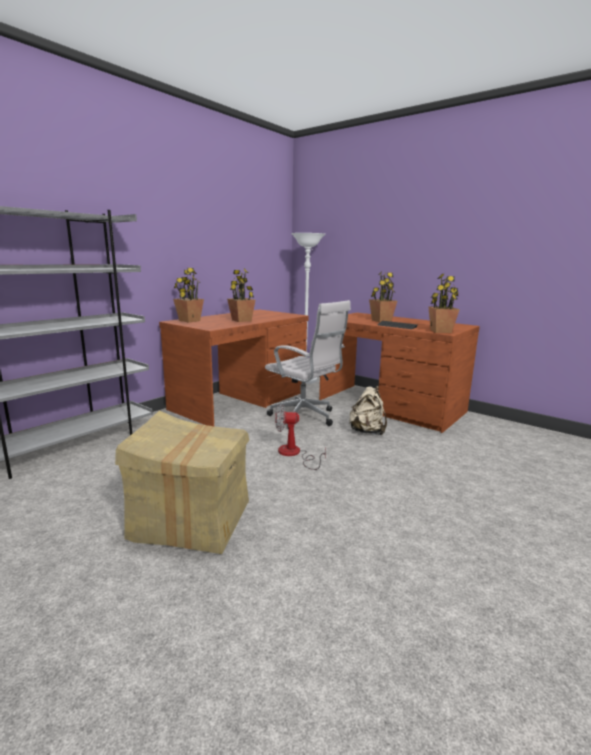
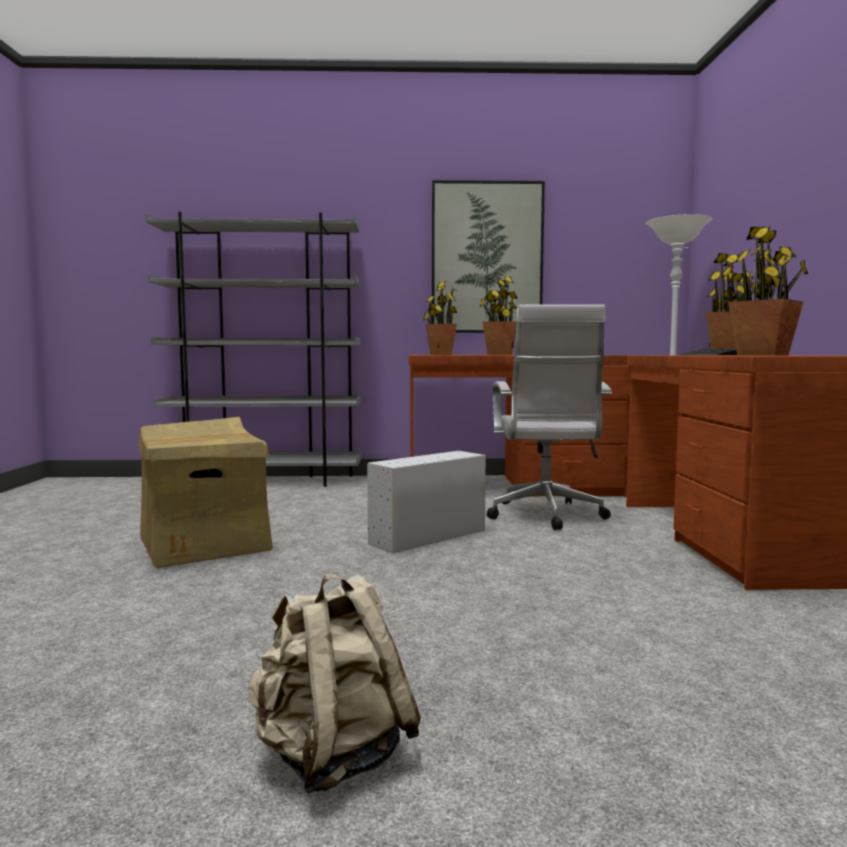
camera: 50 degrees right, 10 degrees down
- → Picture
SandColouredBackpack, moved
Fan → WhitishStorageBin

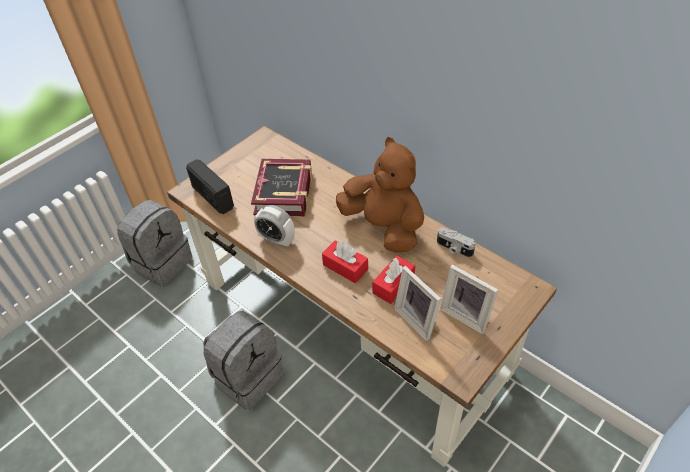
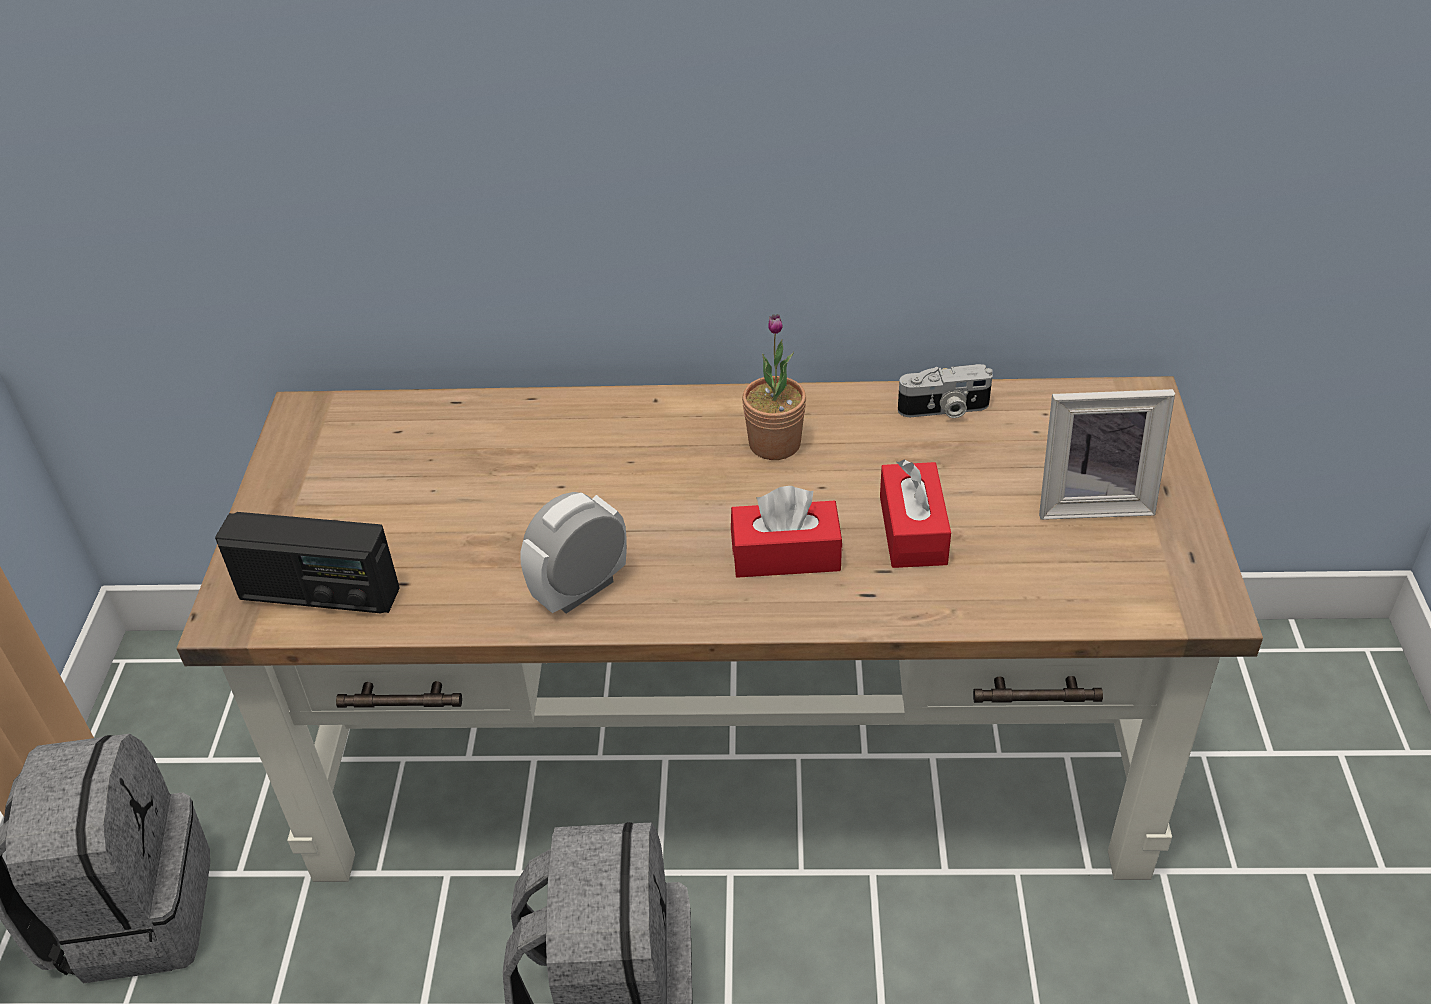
camera: 40 degrees left, 5 degrees down
Book → -
PhotoFrame (1st from left) → -
BrownColouredSoftToy → Houseplant
AlarmClock, 150 degrees clockwise

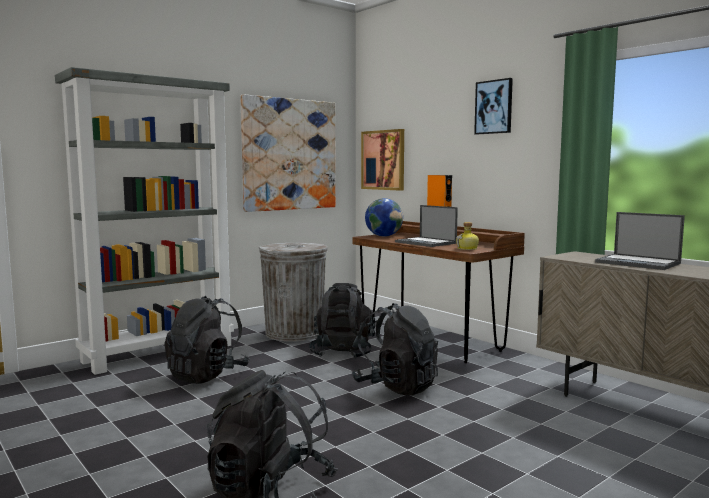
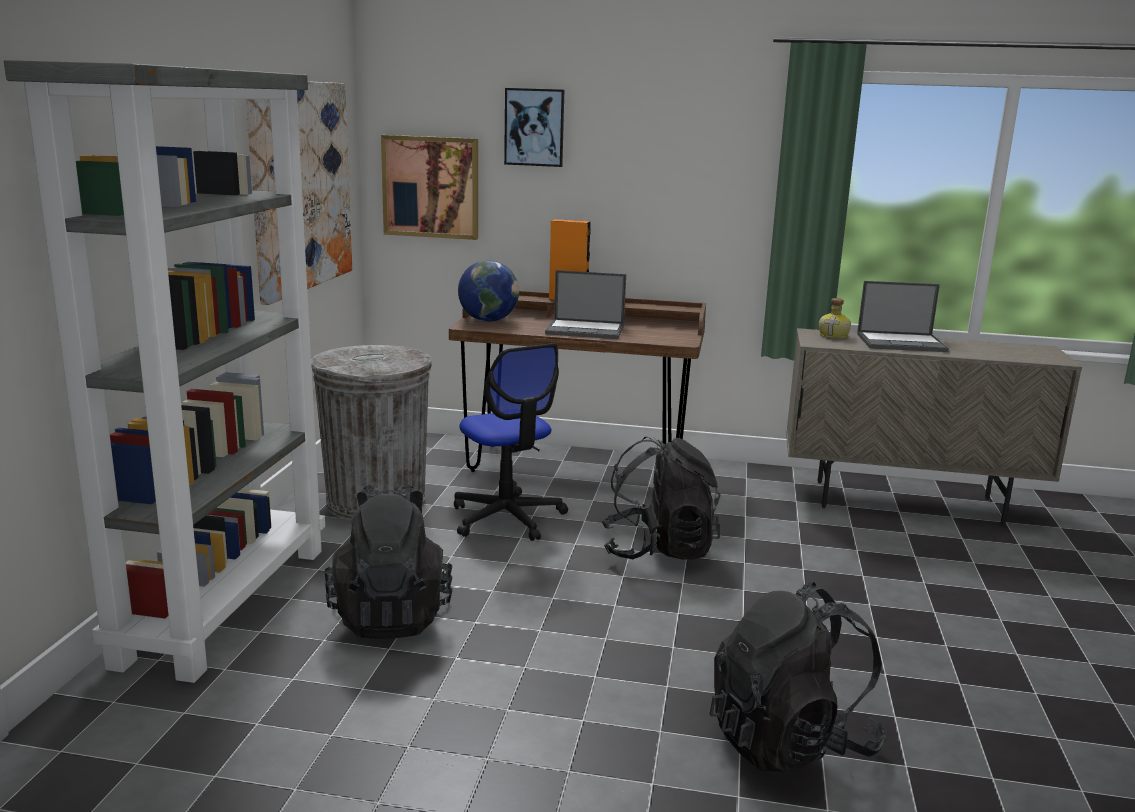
camera: 40 degrees left, 10 degrees up
DrinkBottle, moved
Picture (3rd from left), moved
BlackBackpack (3rd from left) → DeskChair

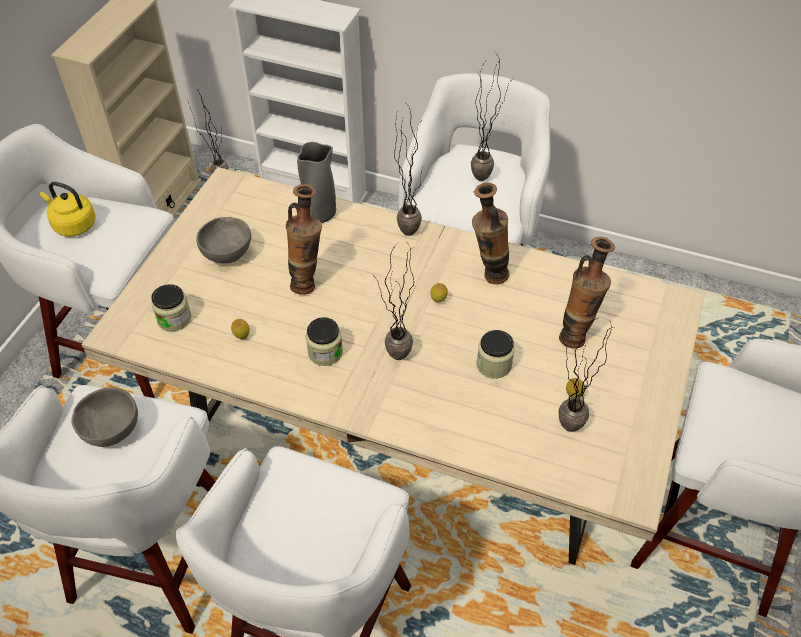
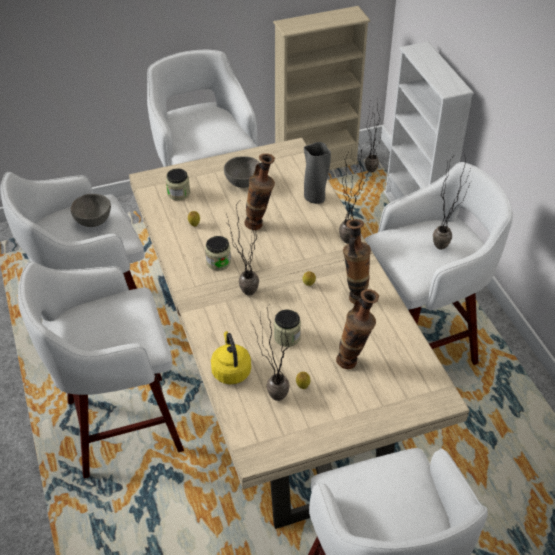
camera: 50 degrees right, 5 degrees down
YellowishTeaKettle, moved

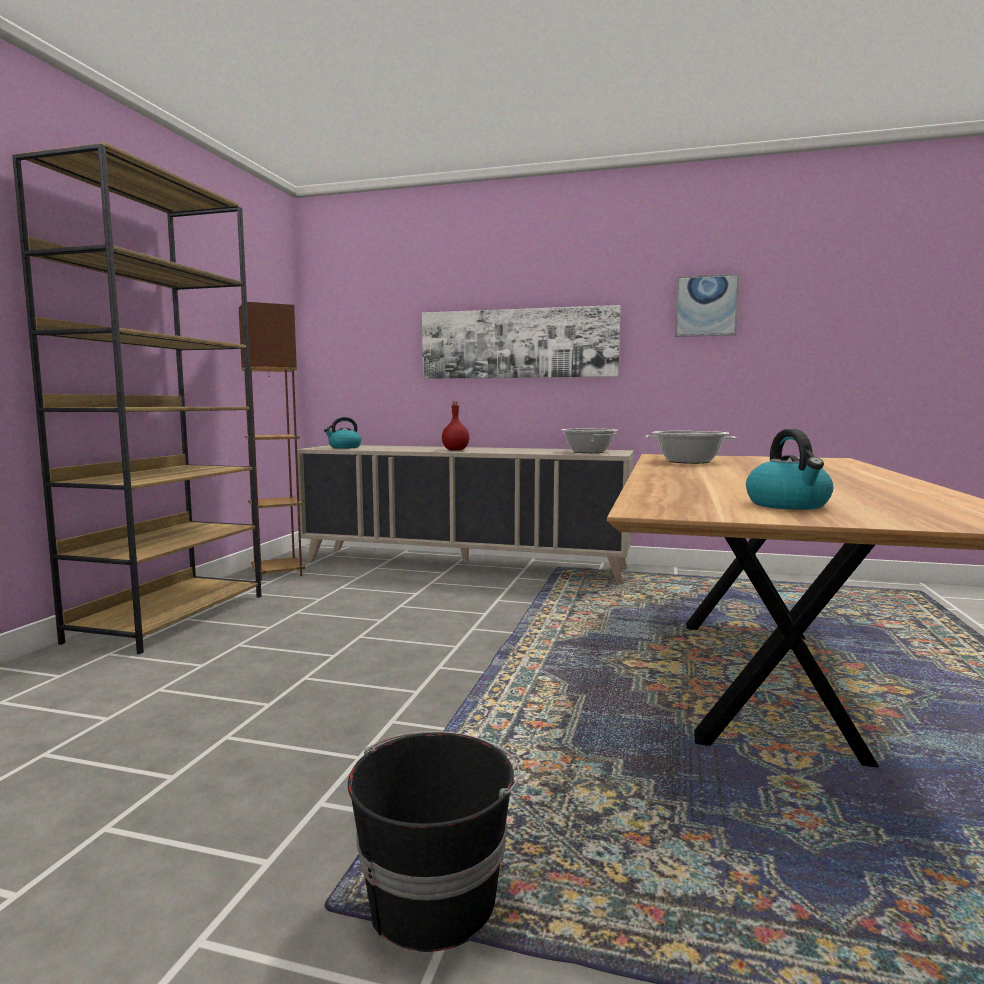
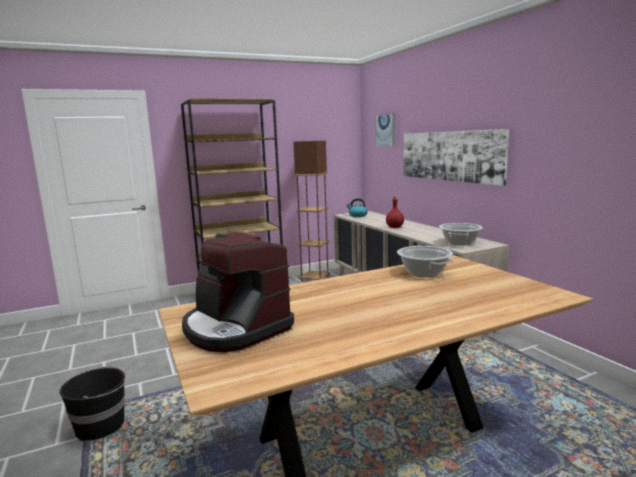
camera: 50 degrees right, 5 degrees up
Picture (2nd from left in the first image) → Picture (1st from left), moved
TeaKettle (2nd from left) → CoffeeBrewer

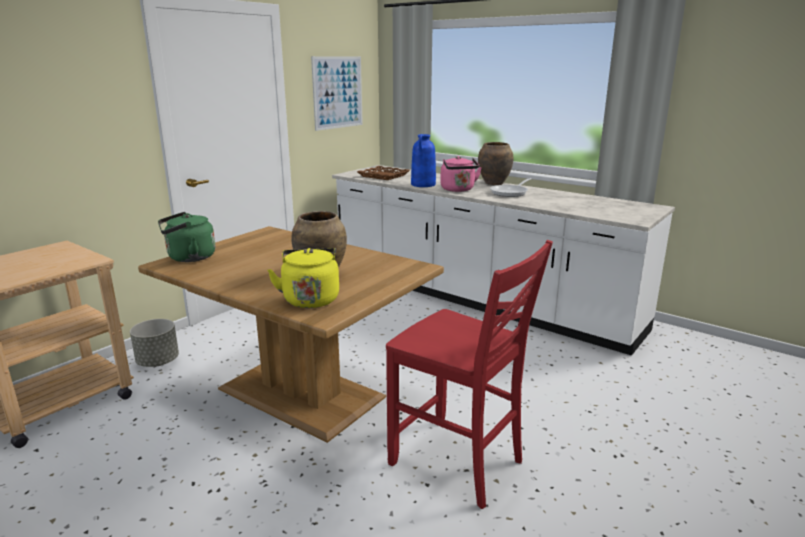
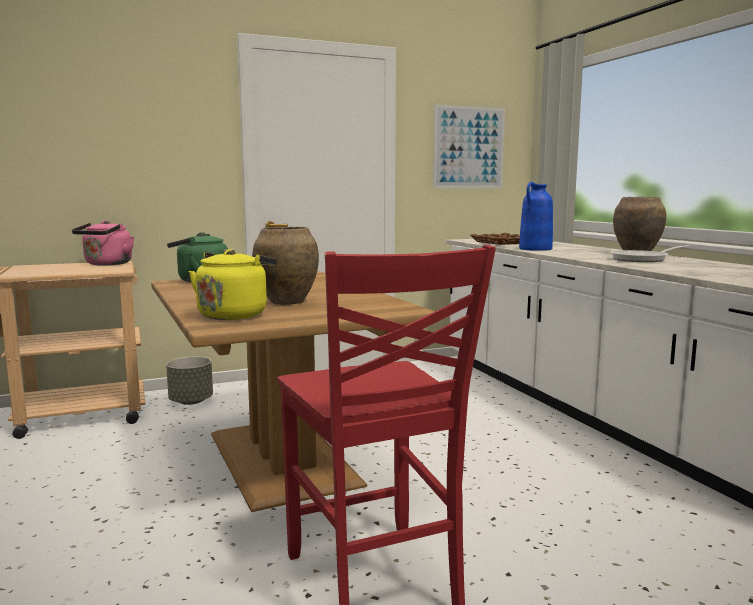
camera: 30 degrees right, 10 degrees down
PinkColouredTeaKettle, moved

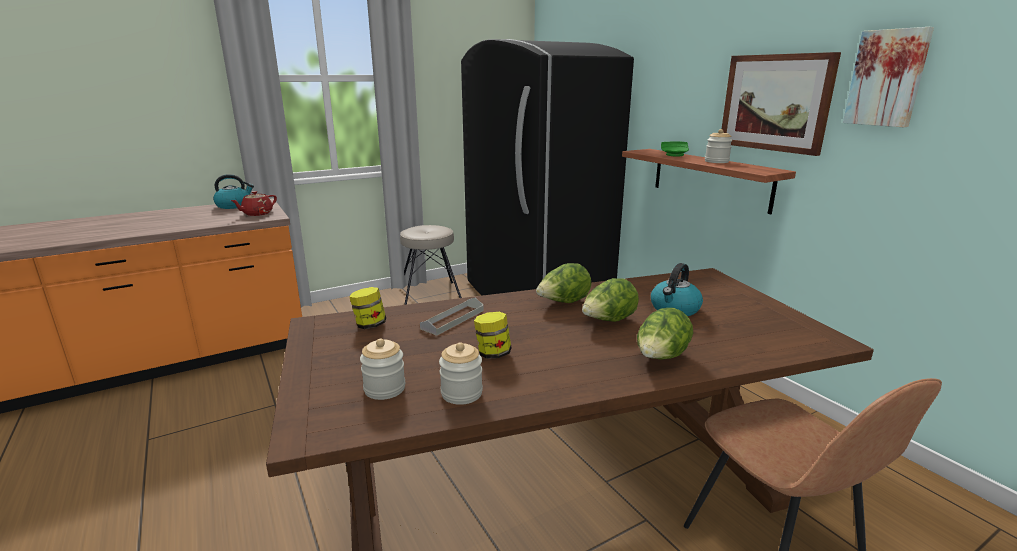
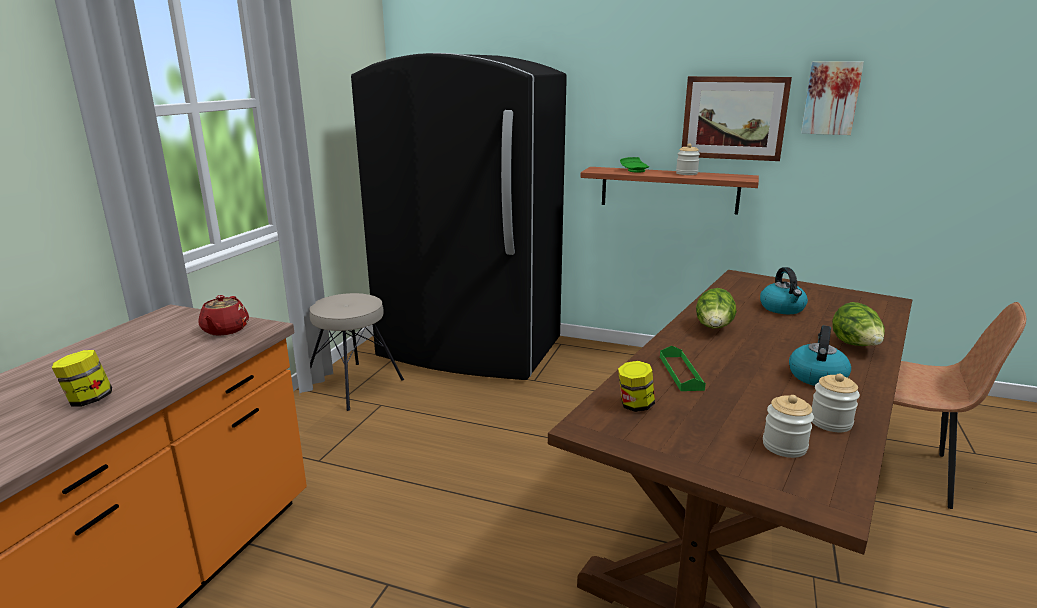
camera: 40 degrees left, 0 degrees up
HeadOfLettuce (2nd from left) → -
TeaKettle (1st from left in the first image) → TeaKettle (2nd from left), moved
StorageJar (4th from left in the first image) → StorageJar (1st from left), moved
GreyServingTray → GreenColouredServingTray

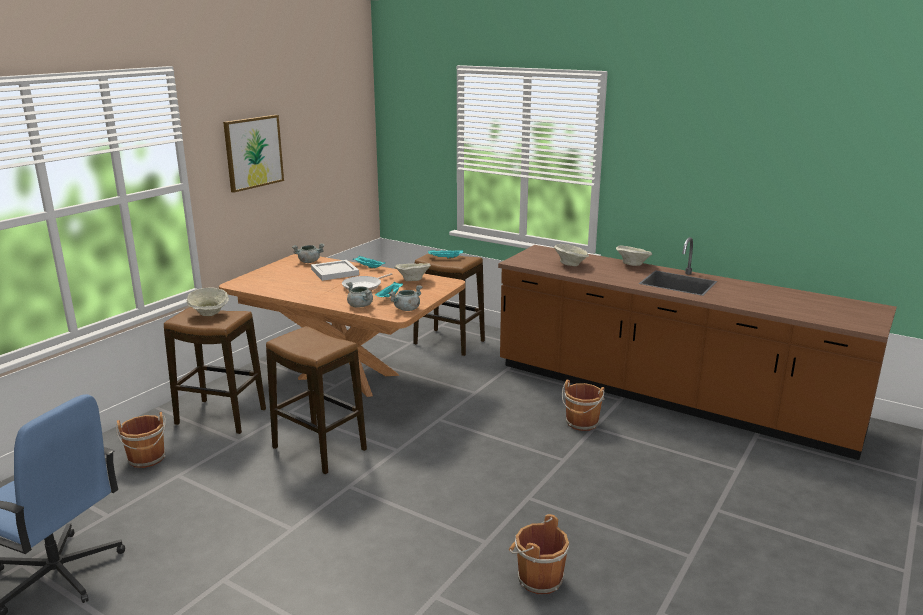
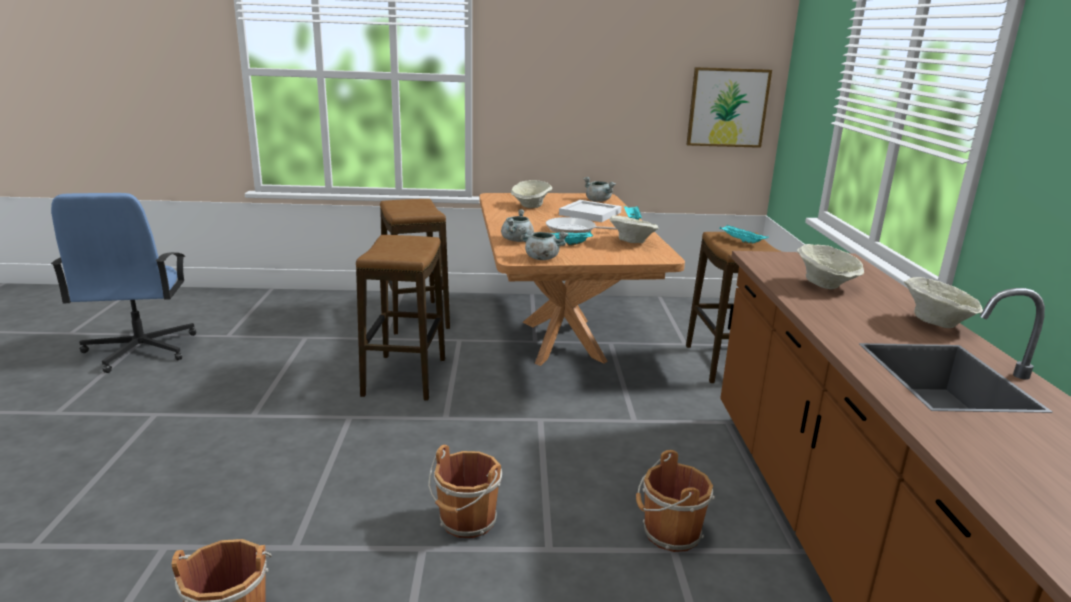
camera: 55 degrees right, 0 degrees up
BrownColouredWaterBucket (1st from left in the first image) → BrownColouredWaterBucket (2nd from left), moved
SandColouredServingBowl (1st from left), moved
Picture, moved

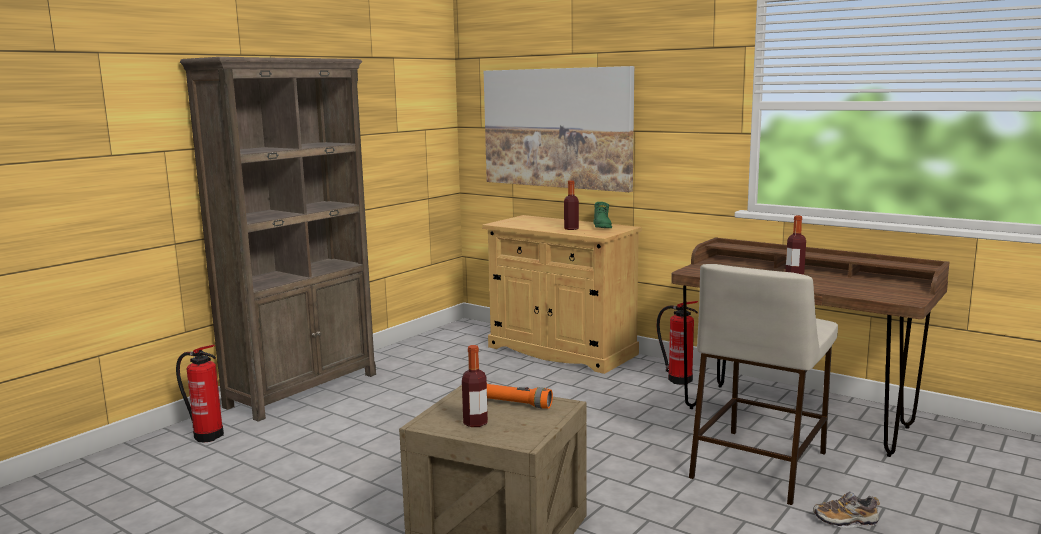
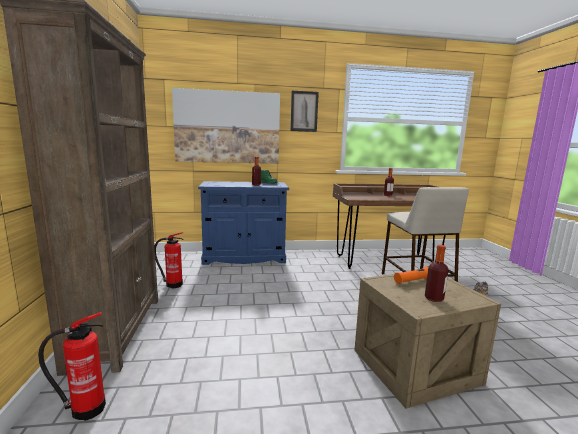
camera: 45 degrees left, 0 degrees up
- → Picture (2nd from left)
FireFightingCylinder (2nd from left), moved
SandColouredCabinet → BlueCabinet

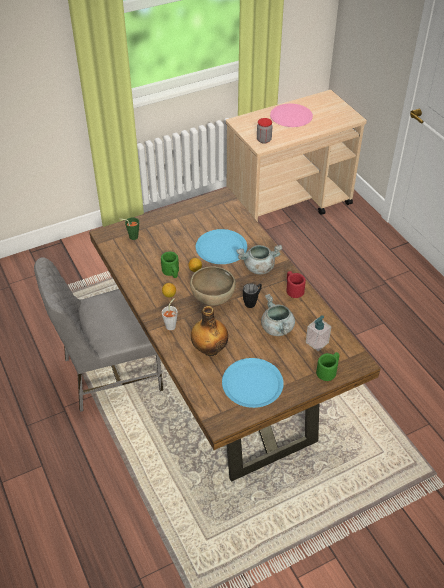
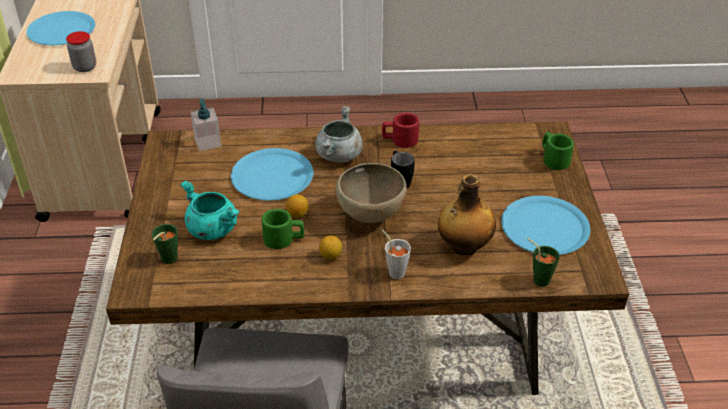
camera: 65 degrees left, 5 degrees down
GreyCookingPot (2nd from left) → -
- → TurquoiseColouredCookingPot
- → GreenColouredSmallCup (2nd from left)
SoapBottle, moved
PinkColouredFlatDish → BlueFlatDish (1st from left)

